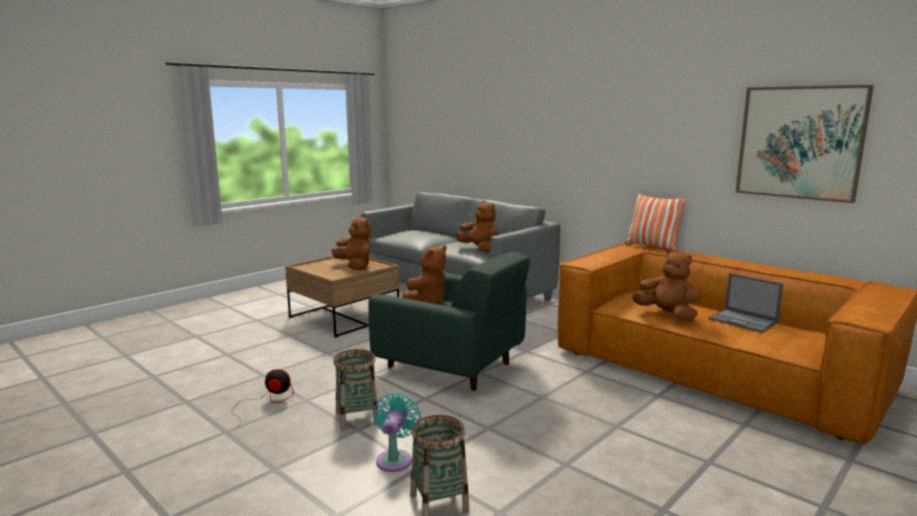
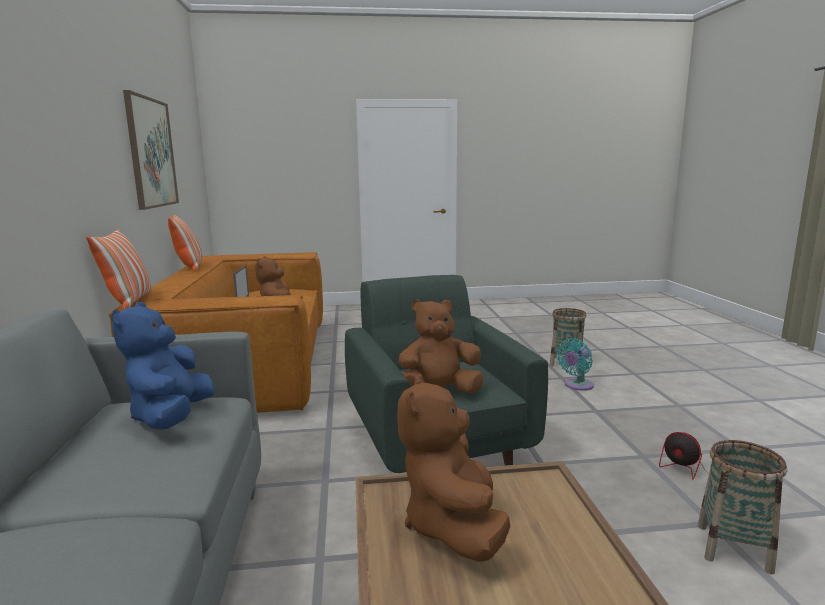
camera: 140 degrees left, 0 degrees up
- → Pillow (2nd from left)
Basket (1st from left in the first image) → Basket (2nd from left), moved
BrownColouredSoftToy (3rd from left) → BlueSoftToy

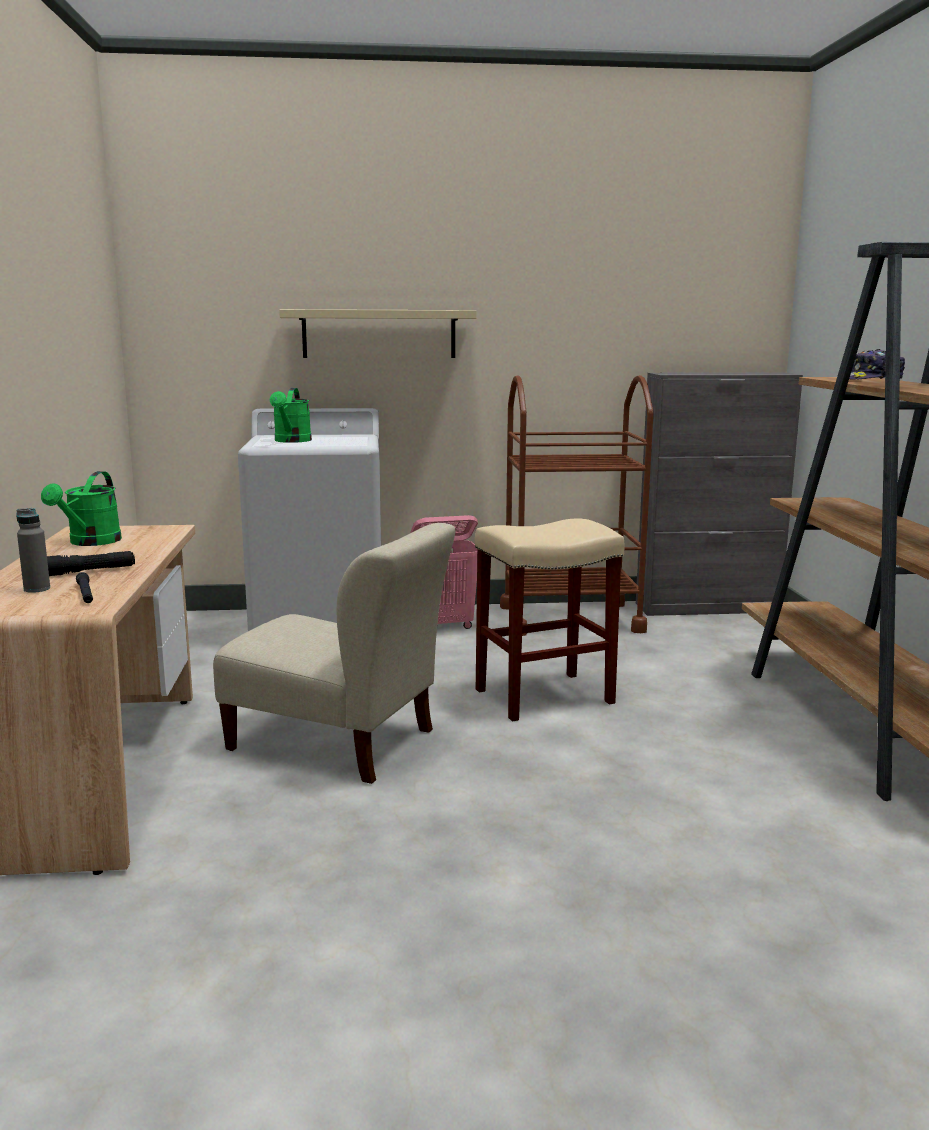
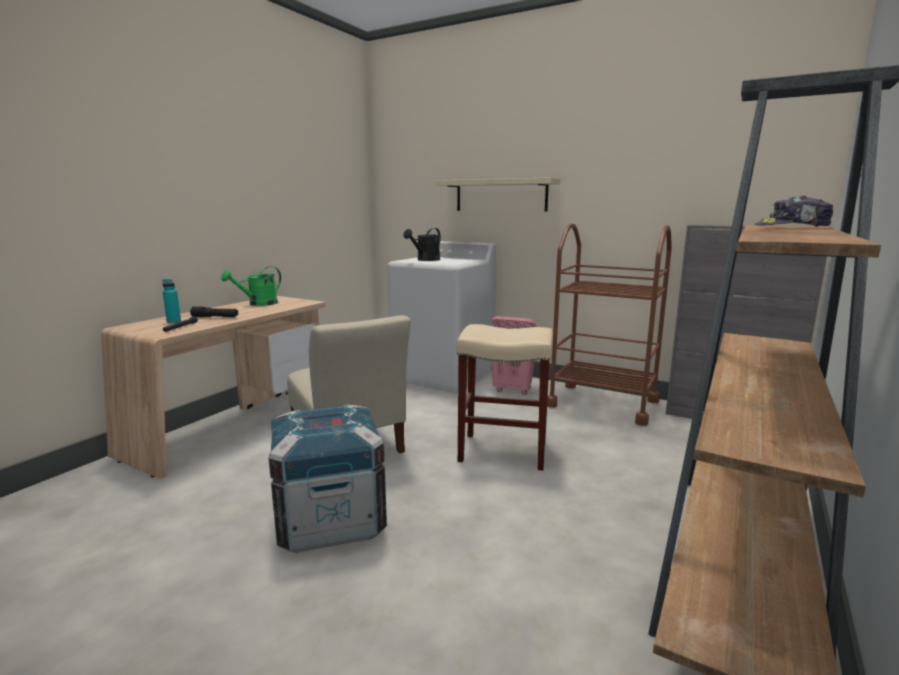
camera: 35 degrees right, 0 degrees up
- → Crate
GreyDrinkBottle → TurquoiseColouredDrinkBottle
GreenColouredWateringPot (2nd from left) → BlackWateringPot

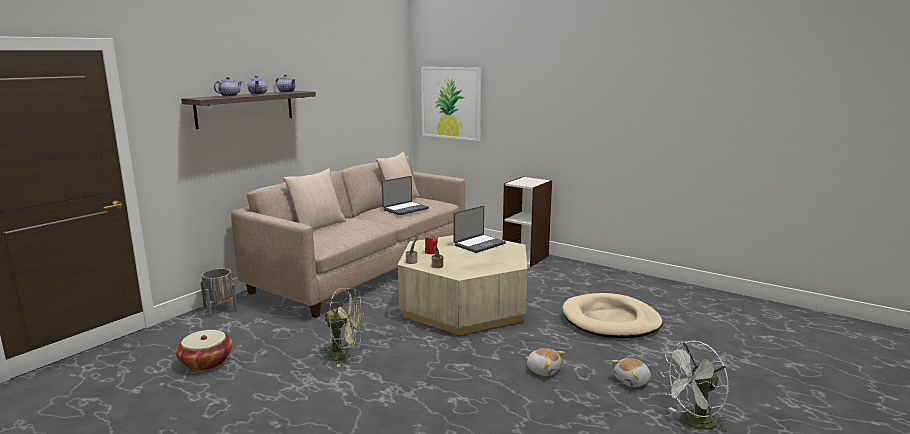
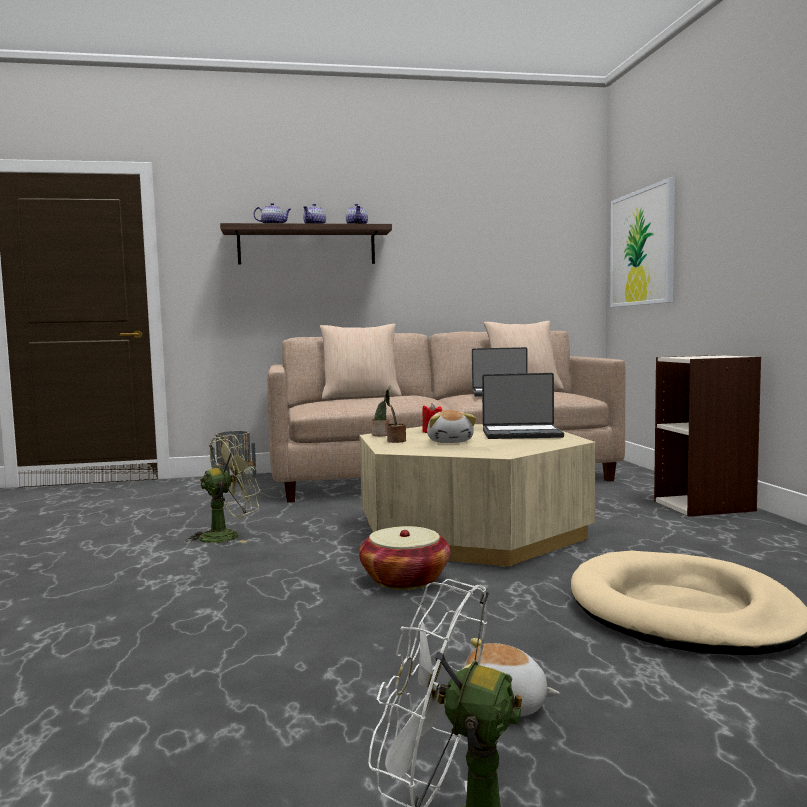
camera: 45 degrees right, 10 degrees down
Basket, moved
SoftToy (1st from left), moved
GreenColouredFan, 90 degrees counterclockwise

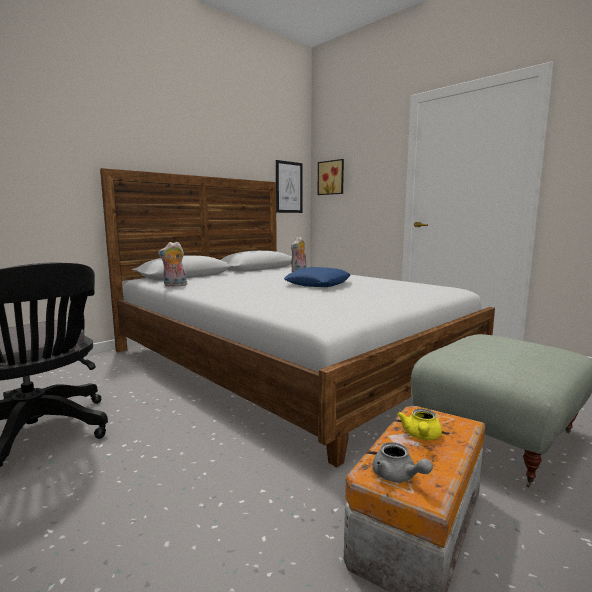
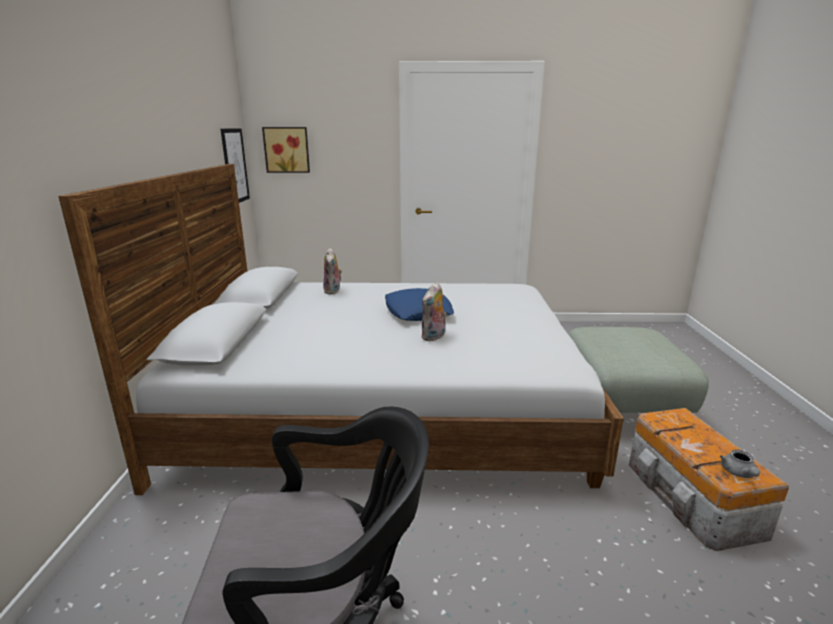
camera: 45 degrees left, 10 degrees up
YellowishTeaPot → -
SoftToy (1st from left in the first image) → SoftToy (2nd from left), moved
GreyTeaPot, 90 degrees clockwise

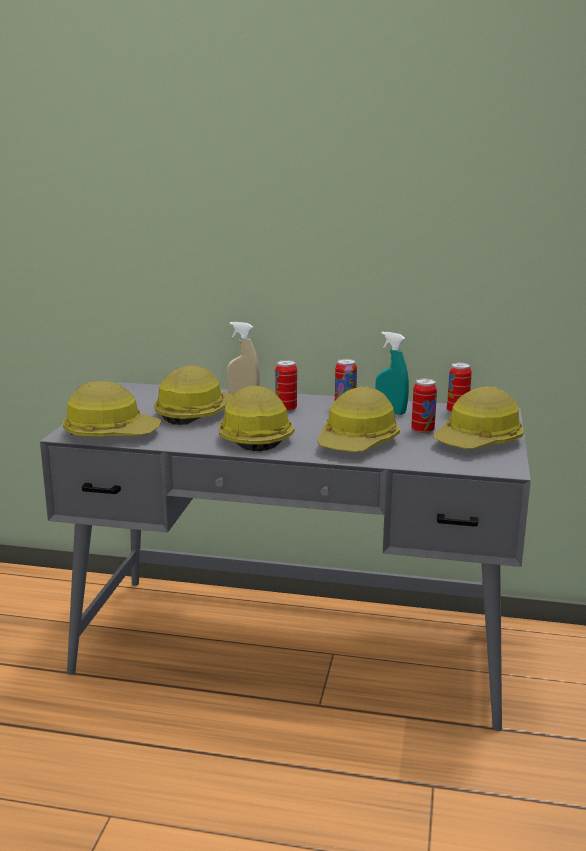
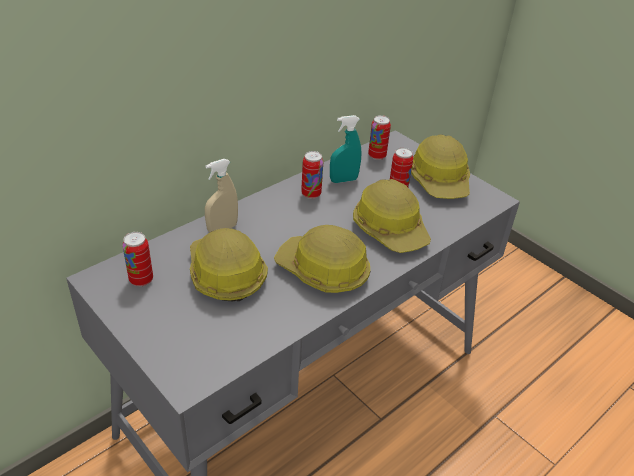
camera: 55 degrees left, 20 degrees up
WorkHelmet (1st from left) → -
SealedCan (1st from left), moved

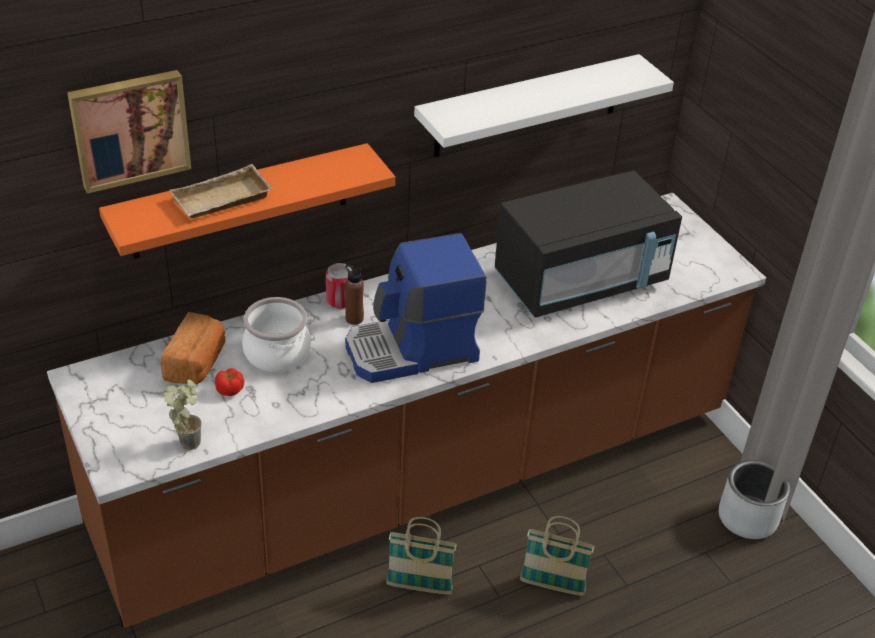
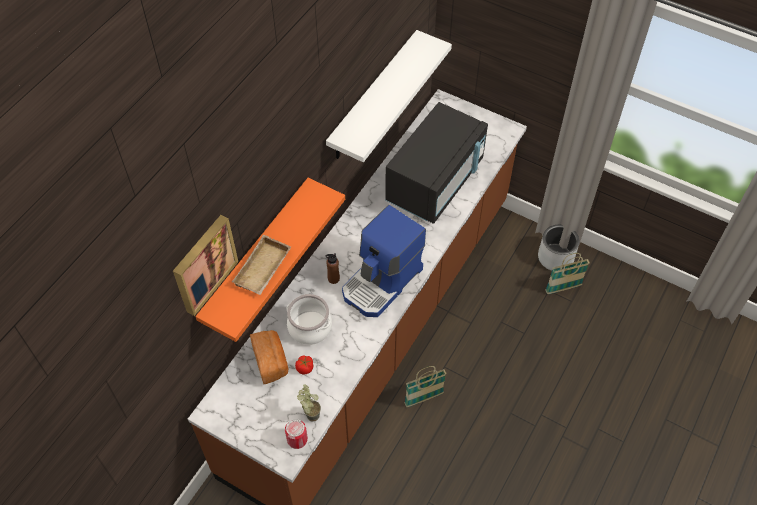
camera: 30 degrees left, 15 degrees up
SealedCan, moved
Basket (2nd from left), moved

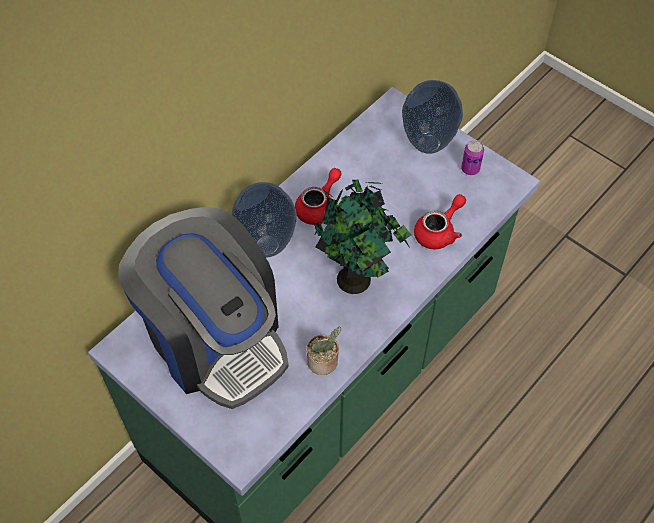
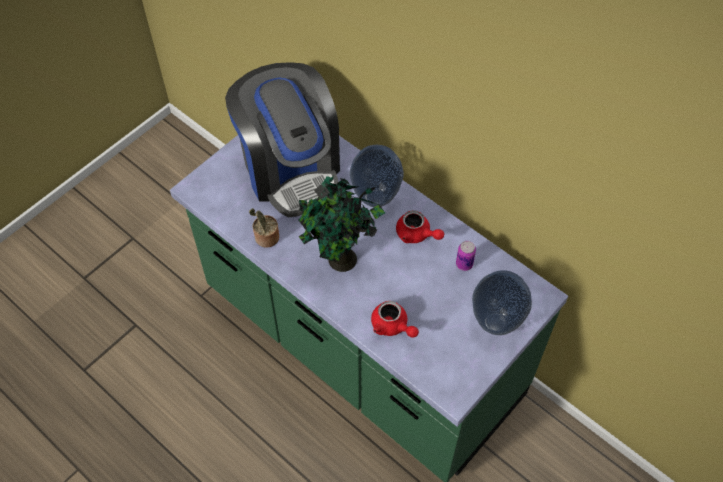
camera: 90 degrees right, 0 degrees up
SealedCan, moved
CoffeeBrewer, 75 degrees counterclockwise

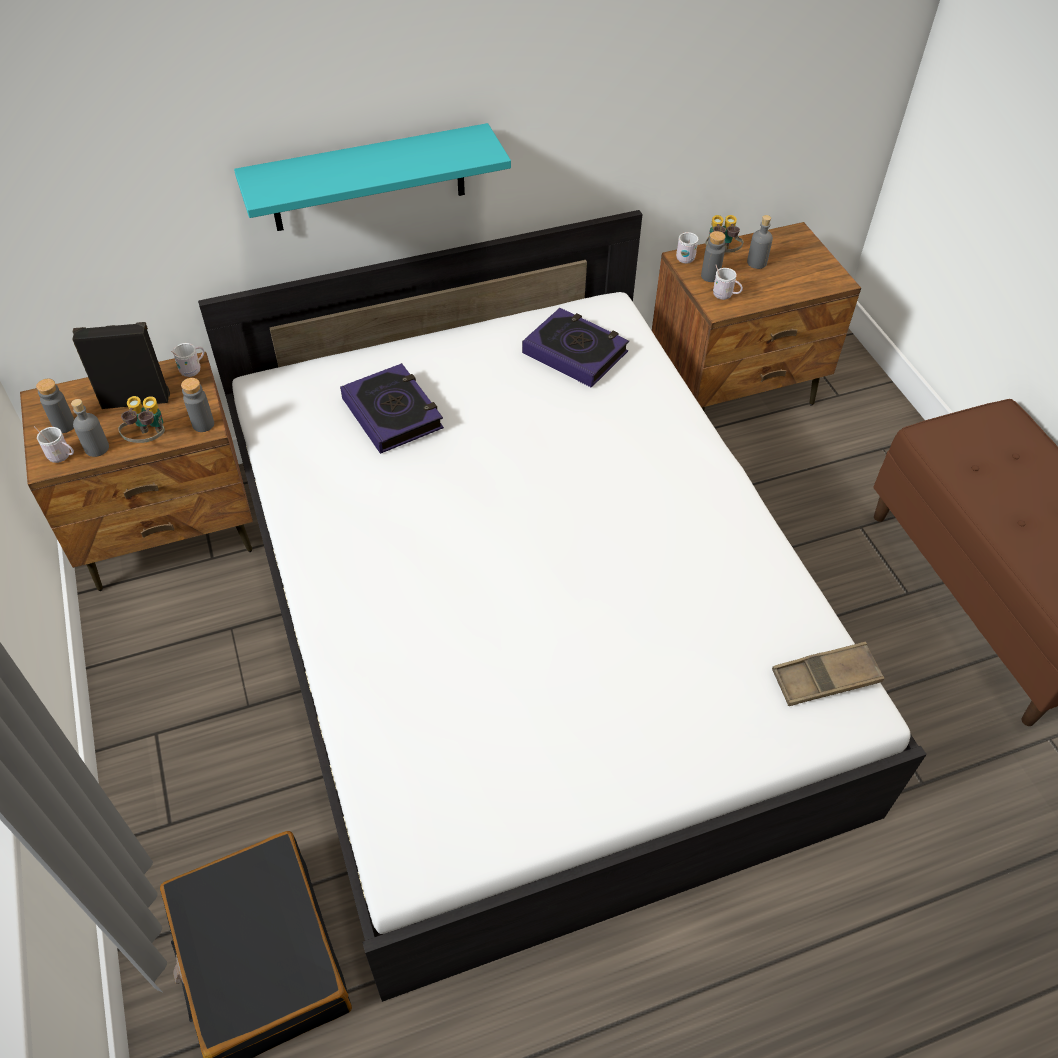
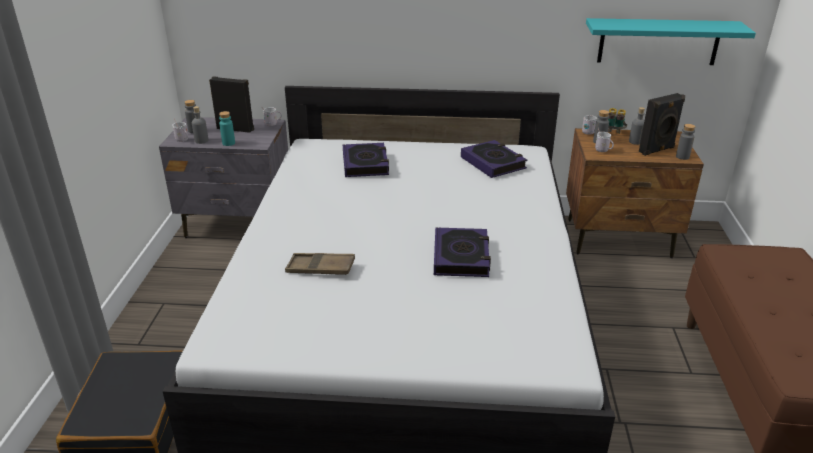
camera: 25 degrees right, 20 degrees down
- → Book (2nd from left)
- → BlackSpeaker (2nd from left)
GreyDrinkBottle (3rd from left in the first image) → GreyDrinkBottle (5th from left), moved
TurquoiseColouredWallShelf, moved
BrownColouredServingTray, moved
FieldGlasses (1st from left) → TurquoiseColouredDrinkBottle
BrownColouredBedsideTable (1st from left) → GreyBedsideTable

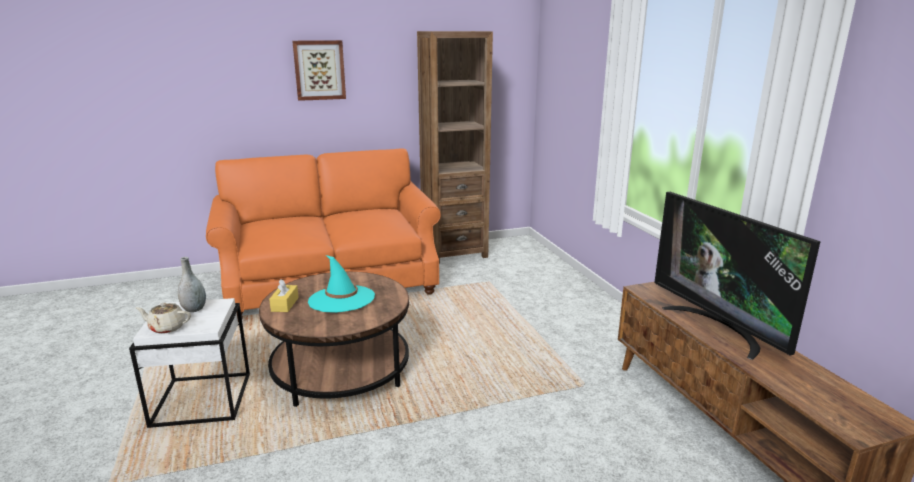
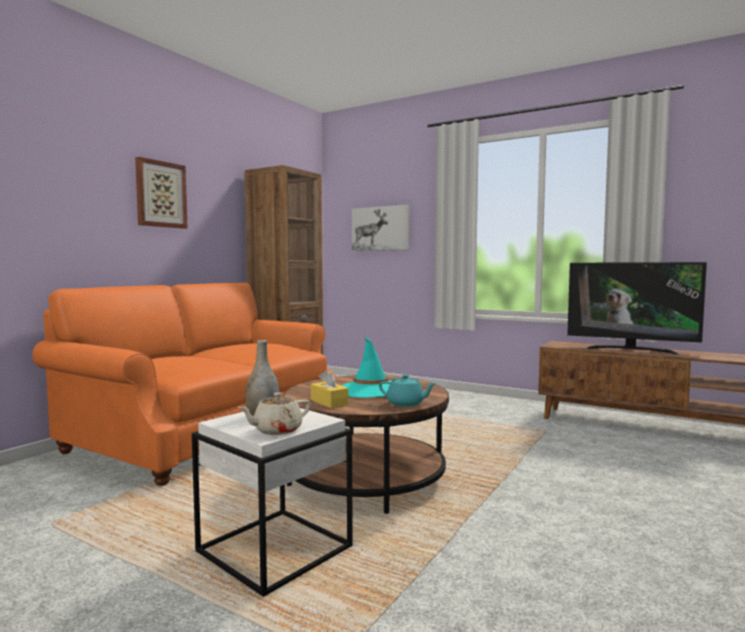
camera: 40 degrees left, 15 degrees down
- → Picture (2nd from left)
- → TurquoiseColouredTeaPot

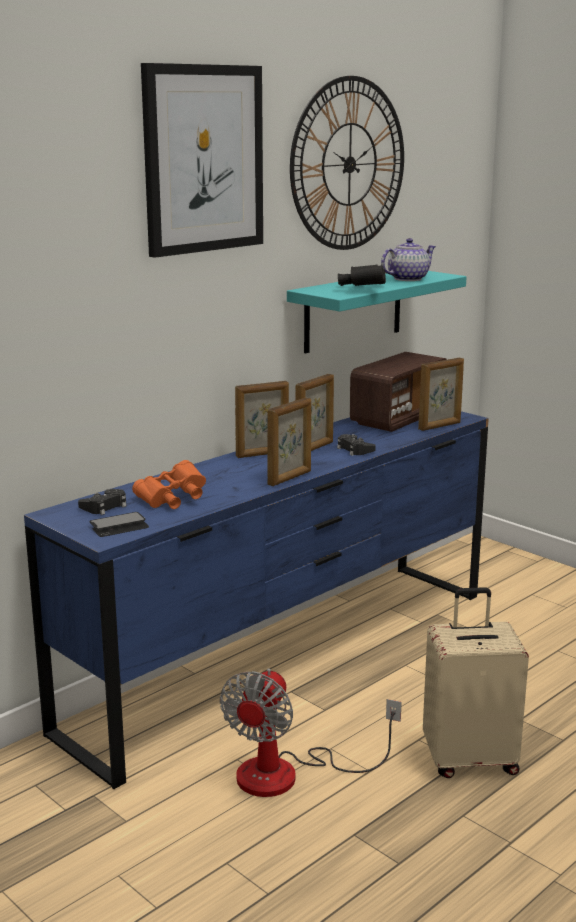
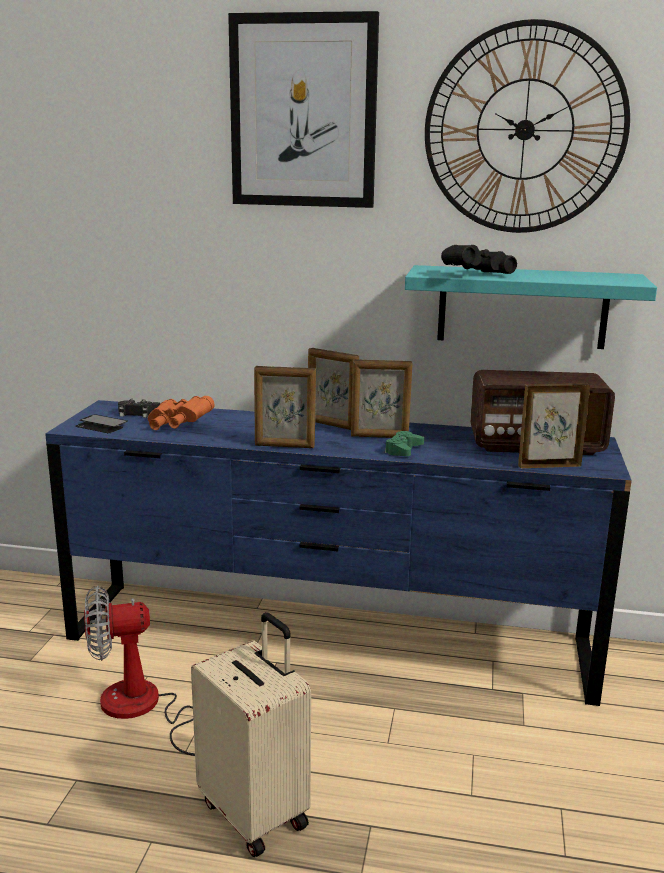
camera: 55 degrees right, 0 degrees up
TeaPot → -
BlackGameController (2nd from left) → GreenColouredGameController
PhotoFrame (4th from left), 150 degrees clockwise

